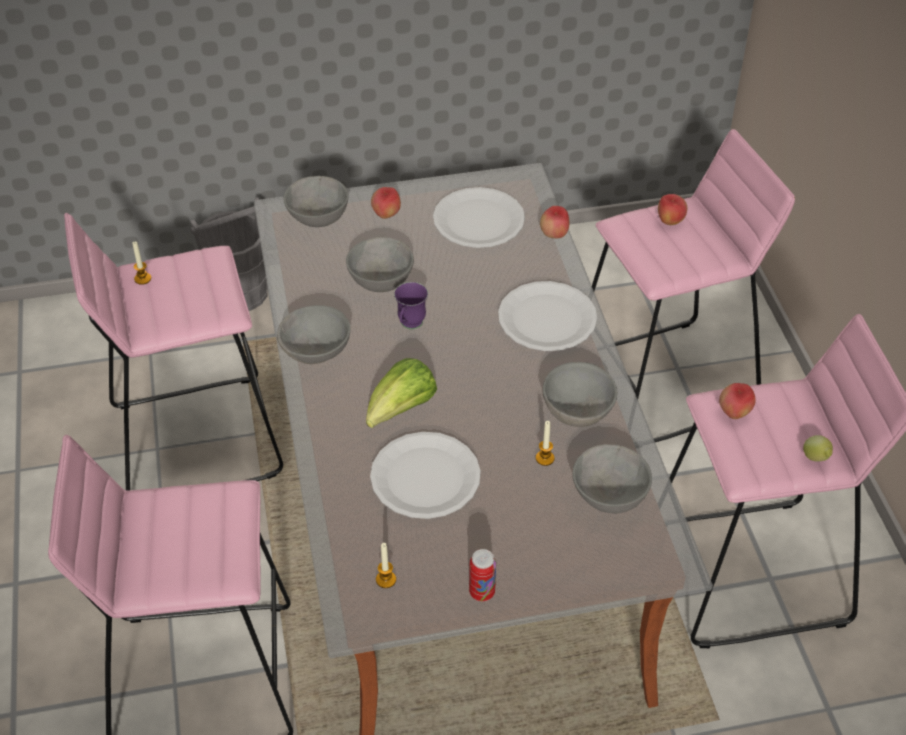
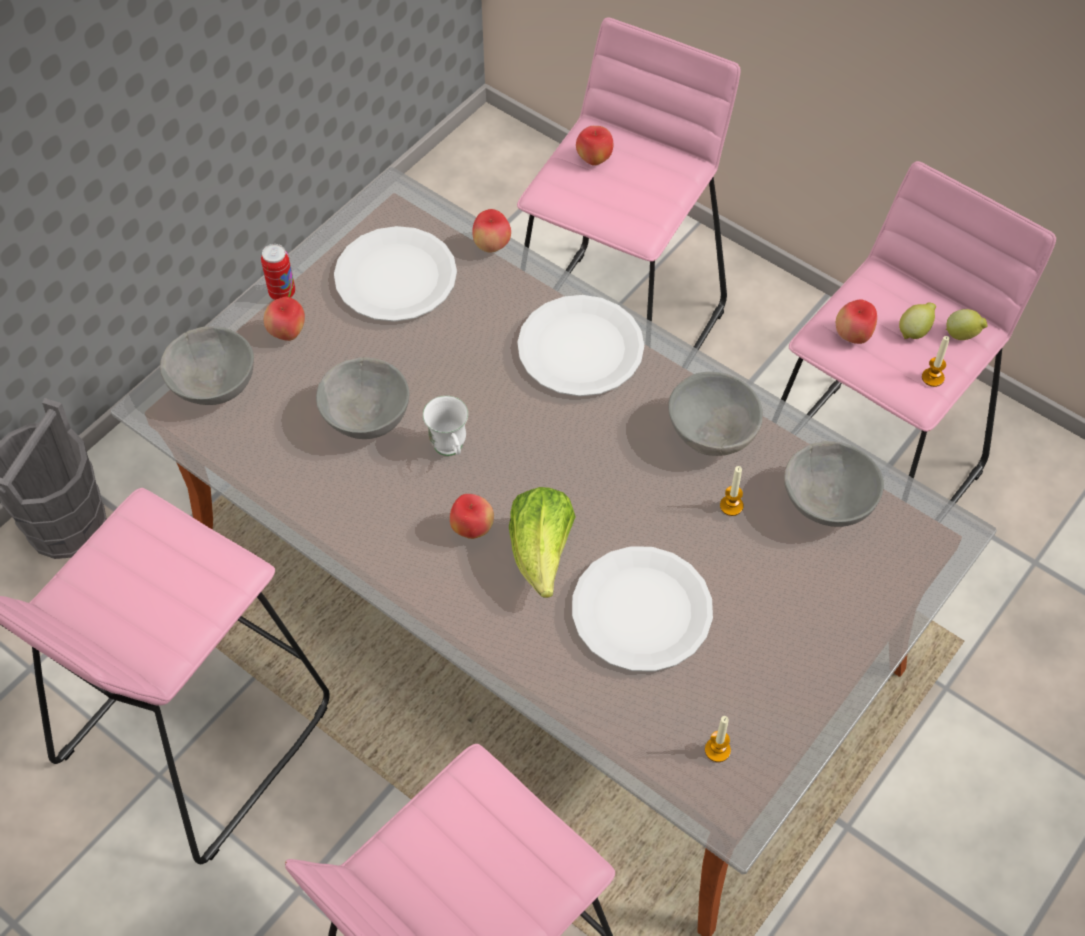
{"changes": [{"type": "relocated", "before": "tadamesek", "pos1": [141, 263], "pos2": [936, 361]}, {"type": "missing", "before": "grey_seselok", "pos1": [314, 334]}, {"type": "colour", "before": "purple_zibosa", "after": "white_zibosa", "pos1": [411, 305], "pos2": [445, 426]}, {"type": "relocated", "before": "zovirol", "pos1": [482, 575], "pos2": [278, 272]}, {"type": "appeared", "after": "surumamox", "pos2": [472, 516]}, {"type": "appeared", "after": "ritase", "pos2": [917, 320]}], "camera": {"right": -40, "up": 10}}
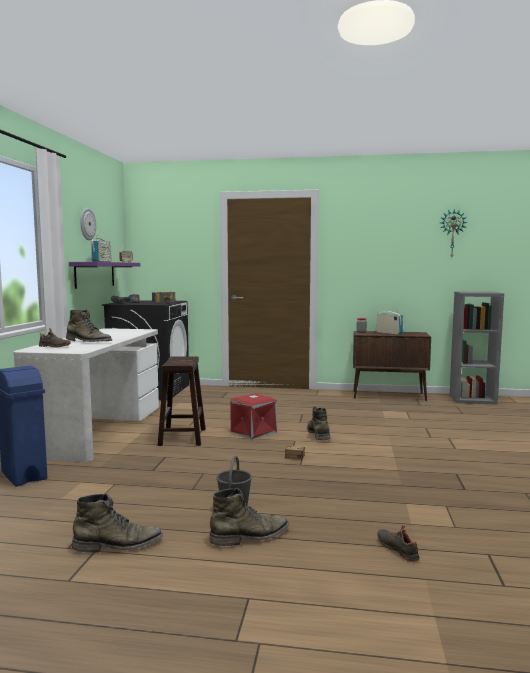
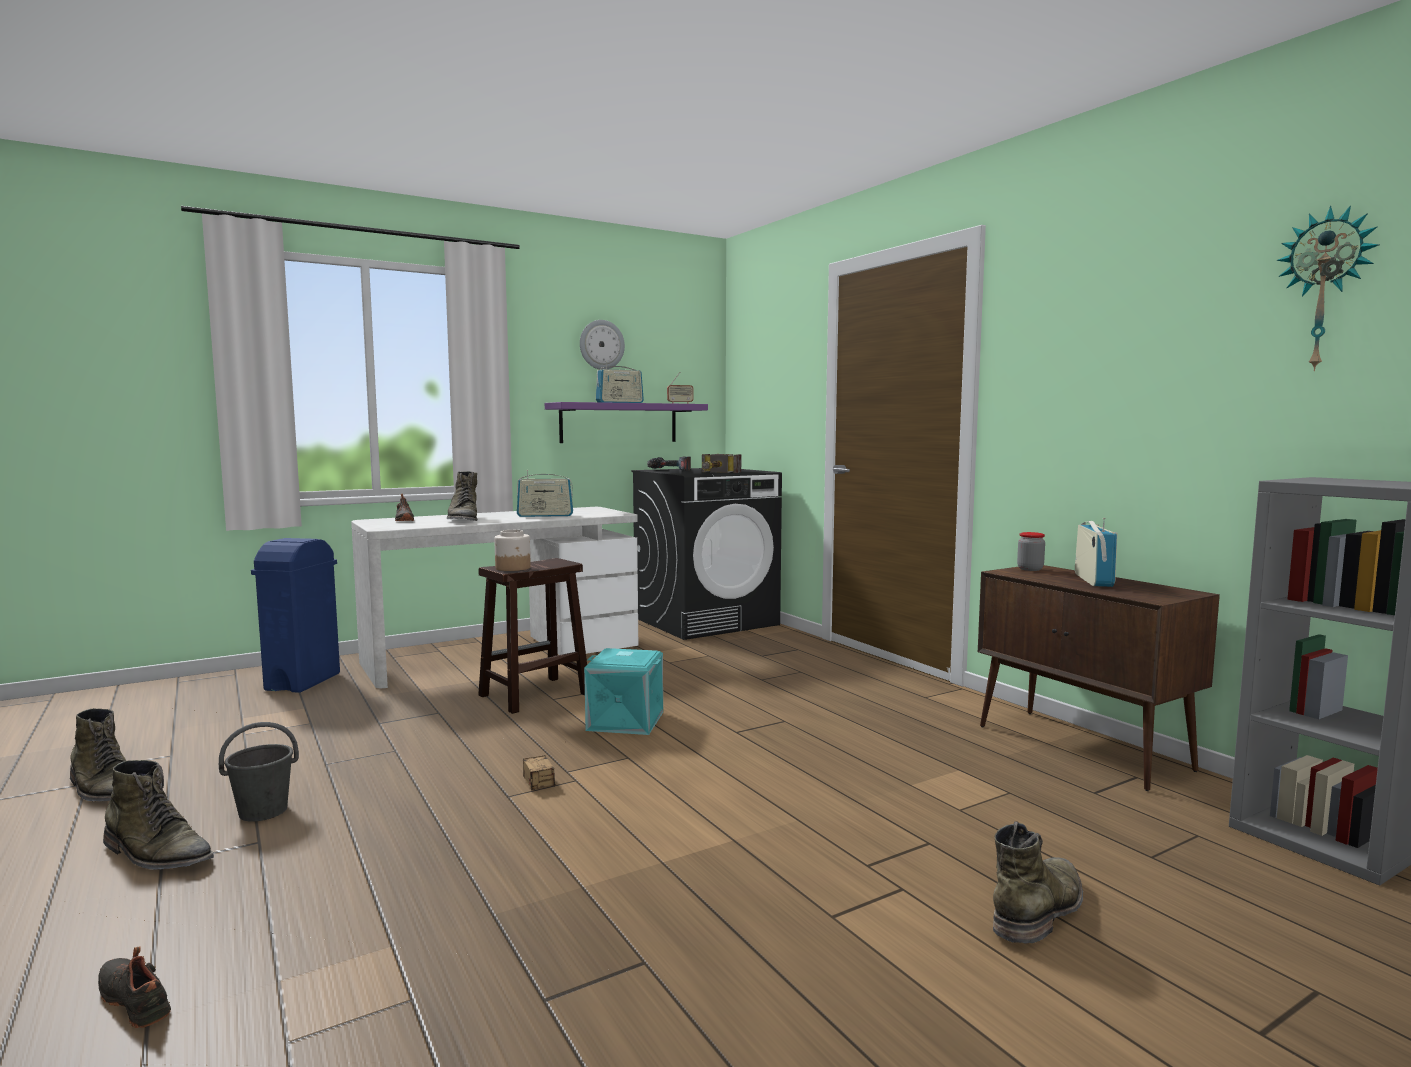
{"changes": [{"type": "colour", "before": "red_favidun", "after": "turquoise_favidun", "pos1": [253, 417], "pos2": [623, 691]}, {"type": "relocated", "before": "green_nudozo", "pos1": [318, 423], "pos2": [1038, 882]}, {"type": "spun", "before": "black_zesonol", "pos1": [398, 543], "pos2": [134, 987], "turn": -75}, {"type": "appeared", "after": "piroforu", "pos2": [512, 550]}, {"type": "appeared", "after": "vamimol", "pos2": [545, 493]}], "camera": {"right": 50, "up": 0}}
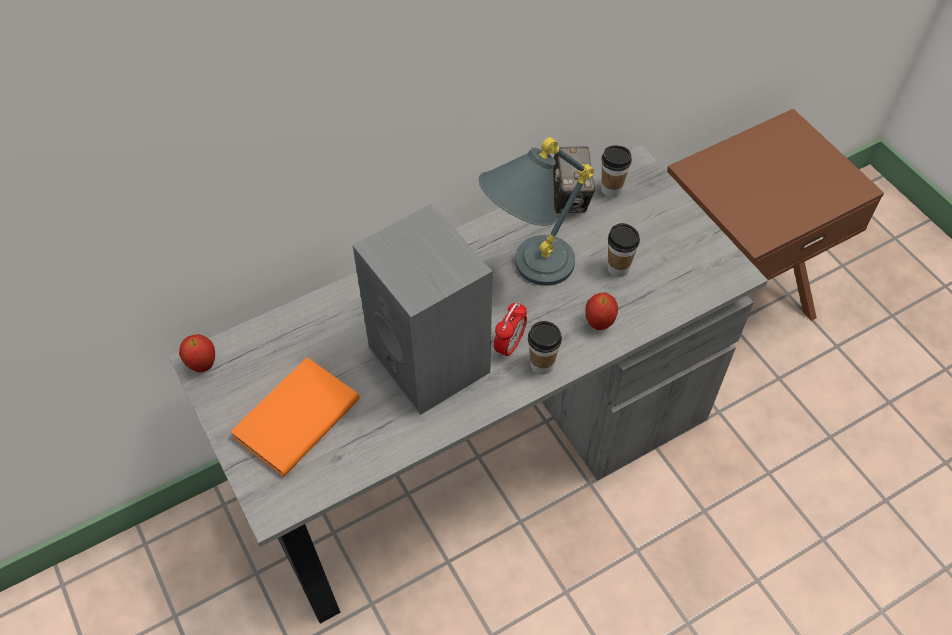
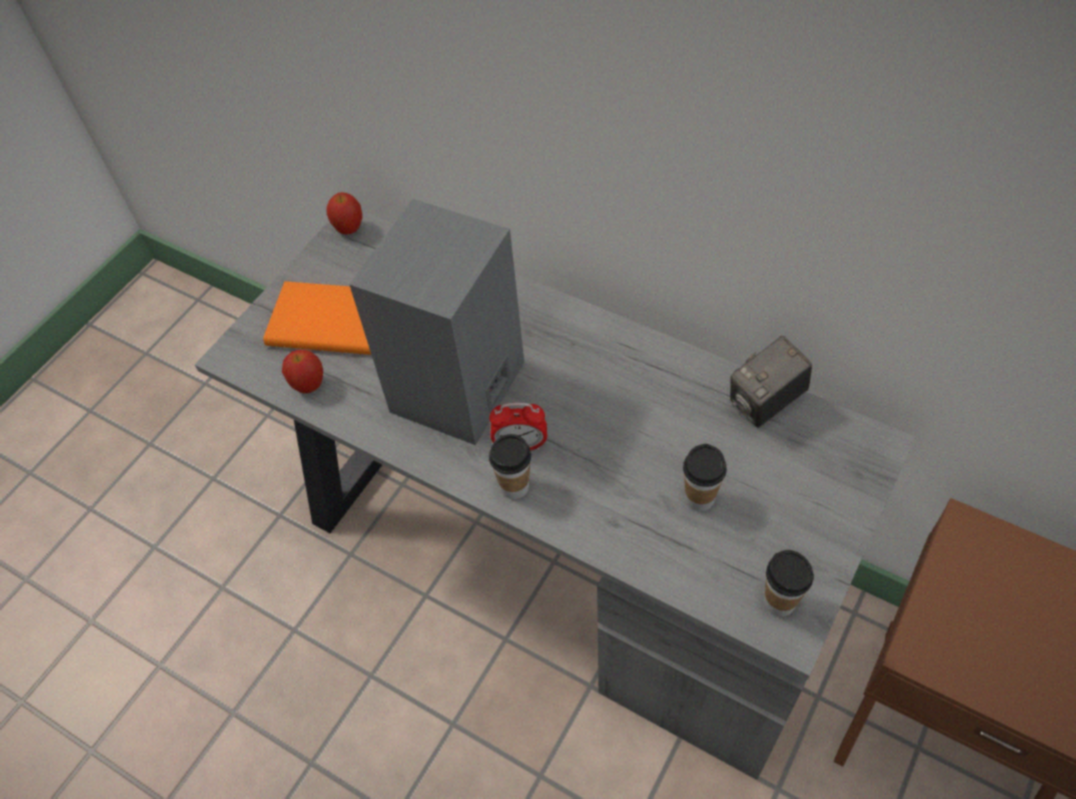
{"changes": [{"type": "missing", "before": "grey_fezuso", "pos1": [536, 211]}, {"type": "relocated", "before": "surumamox", "pos1": [601, 311], "pos2": [302, 371]}, {"type": "relocated", "before": "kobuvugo", "pos1": [616, 171], "pos2": [789, 583]}], "camera": {"right": 65, "up": 0}}
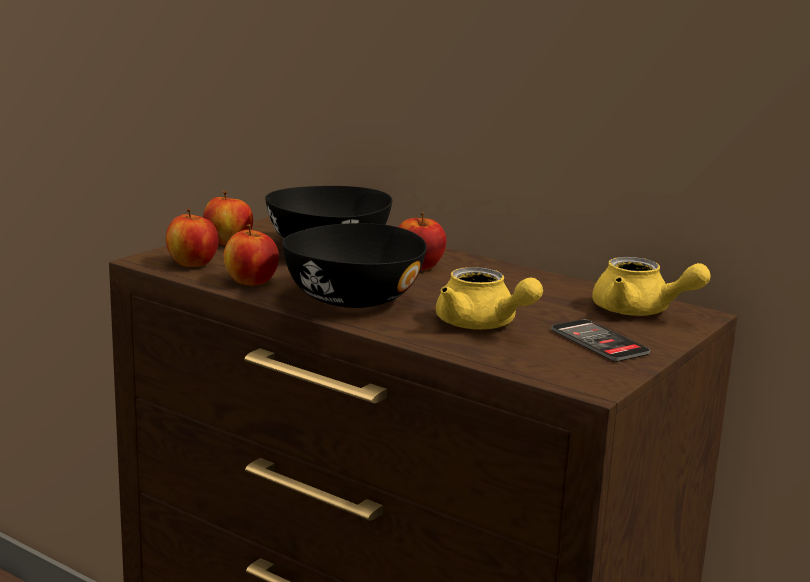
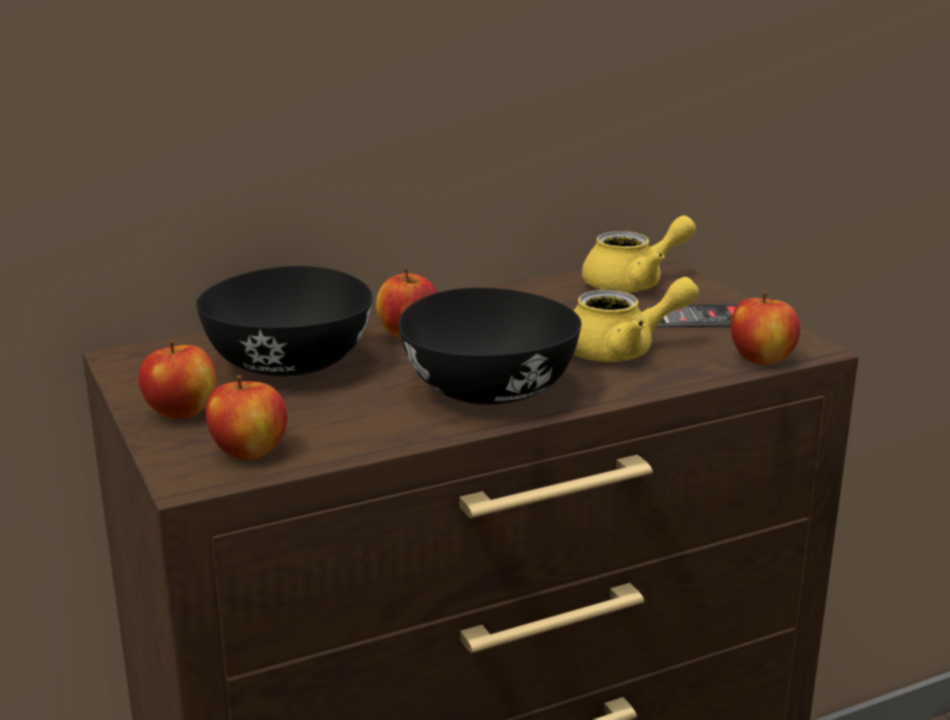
{"changes": [{"type": "relocated", "before": "surumamox", "pos1": [251, 255], "pos2": [765, 328]}], "camera": {"right": -60, "up": 5}}
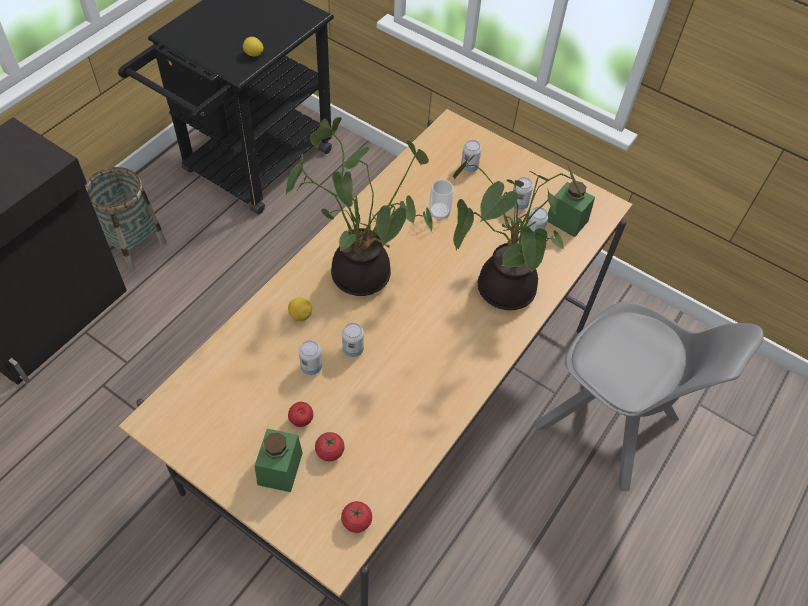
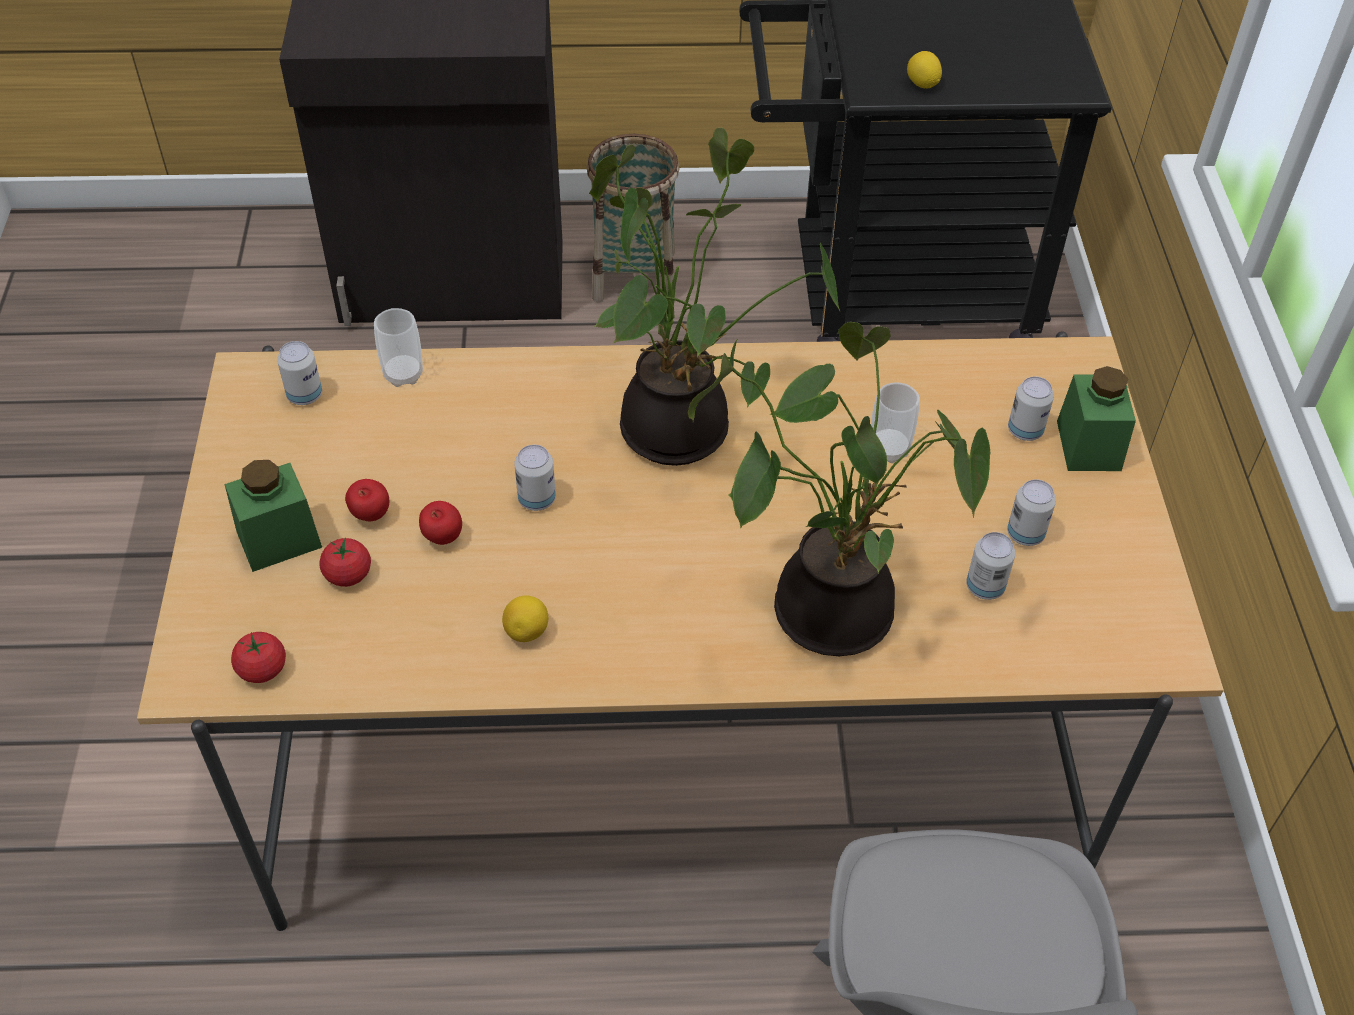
{"changes": [{"type": "relocated", "before": "ritase", "pos1": [300, 309], "pos2": [525, 619]}, {"type": "relocated", "before": "zovirol", "pos1": [310, 357], "pos2": [299, 373]}, {"type": "relocated", "before": "green_piroforu", "pos1": [571, 209], "pos2": [1096, 418]}, {"type": "appeared", "after": "kobuvugo", "pos2": [398, 347]}, {"type": "appeared", "after": "surumamox", "pos2": [440, 523]}], "camera": {"right": 55, "up": -5}}
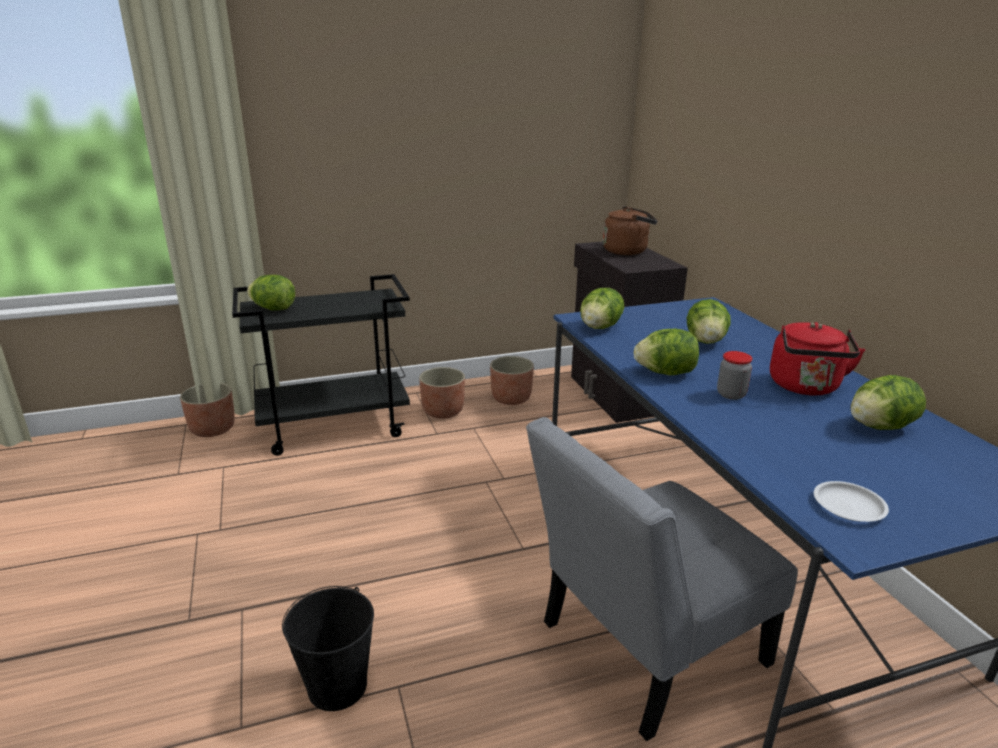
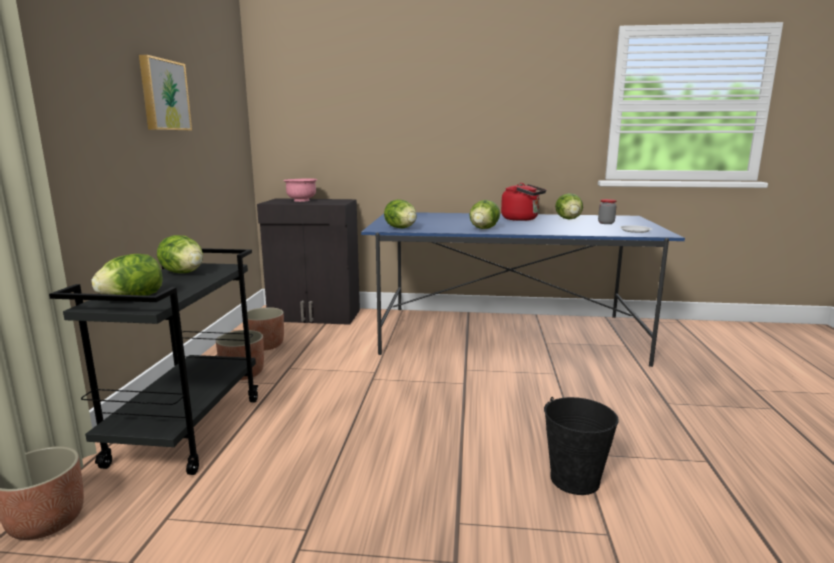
{"changes": [{"type": "missing", "before": "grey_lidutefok", "pos1": [662, 579]}, {"type": "exchanged", "before": "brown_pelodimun", "after": "pink_seselok", "pos1": [630, 230], "pos2": [300, 190]}, {"type": "relocated", "before": "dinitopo", "pos1": [709, 321], "pos2": [180, 254]}, {"type": "relocated", "before": "piroforu", "pos1": [734, 375], "pos2": [607, 211]}, {"type": "appeared", "after": "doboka", "pos2": [165, 93]}], "camera": {"right": -65, "up": -10}}
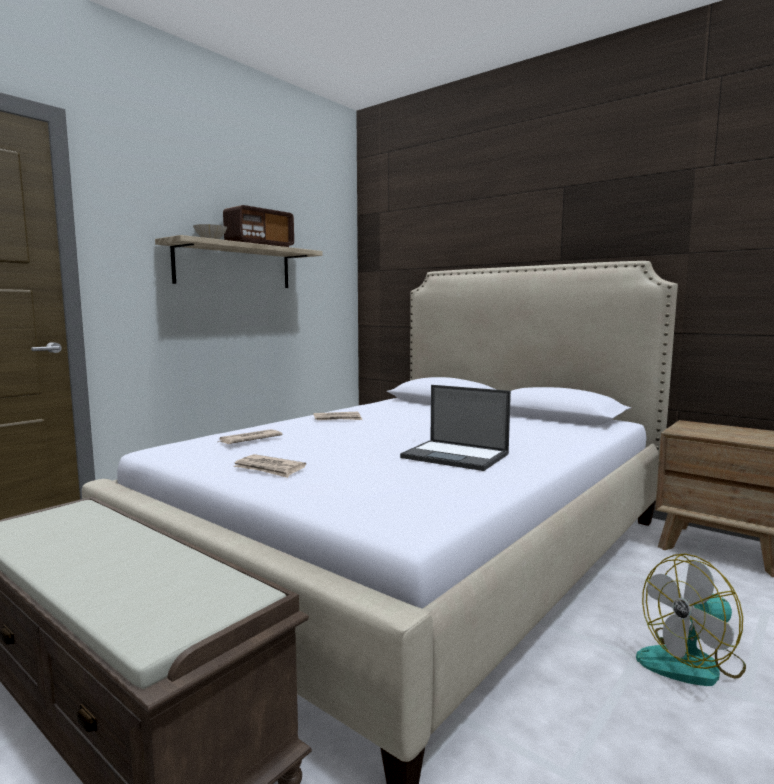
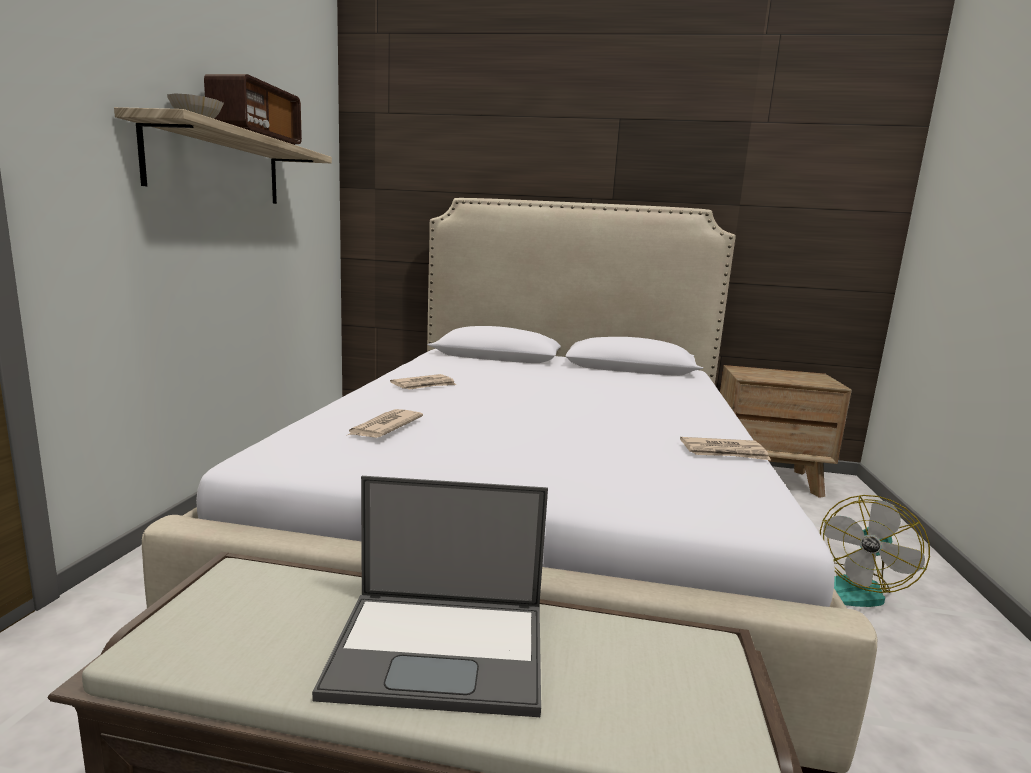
{"changes": [{"type": "relocated", "before": "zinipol", "pos1": [269, 466], "pos2": [725, 448]}, {"type": "relocated", "before": "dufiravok", "pos1": [455, 428], "pos2": [430, 596]}], "camera": {"right": -30, "up": 5}}
